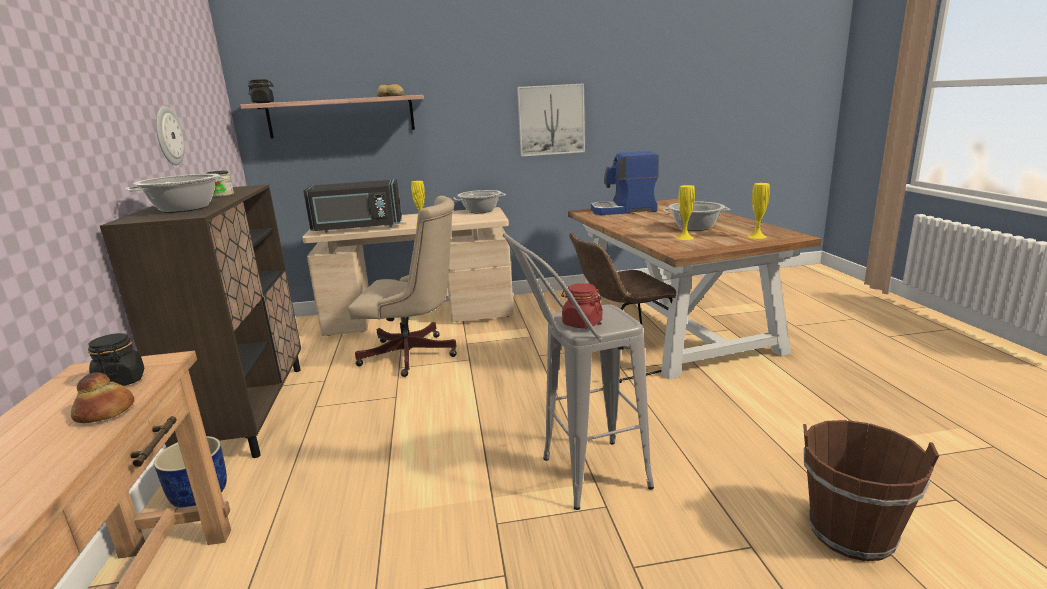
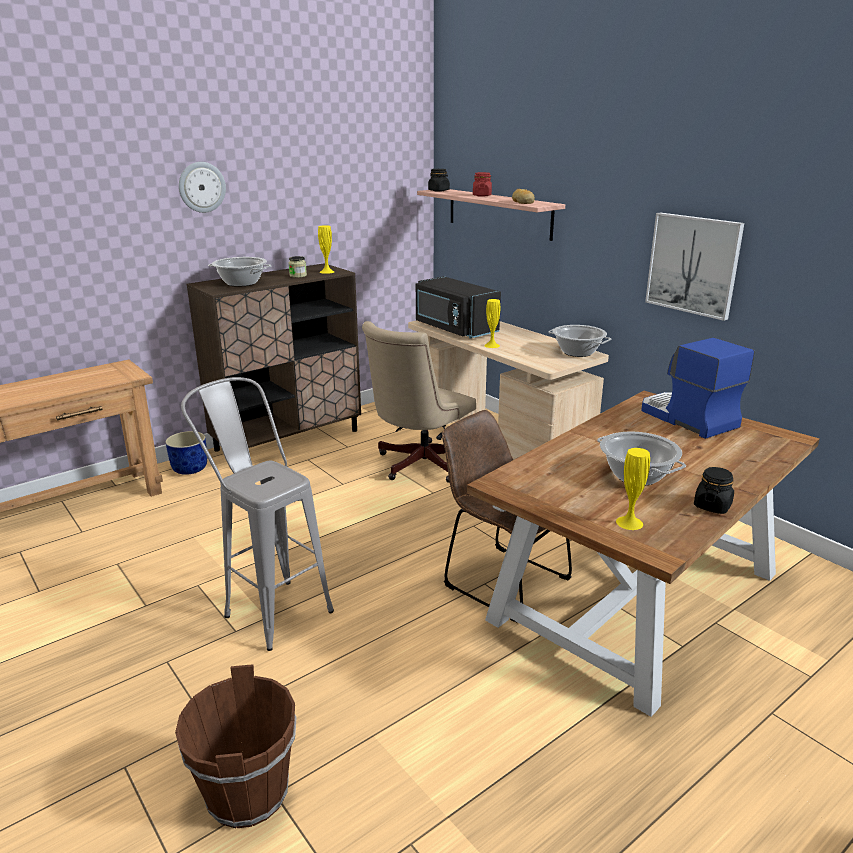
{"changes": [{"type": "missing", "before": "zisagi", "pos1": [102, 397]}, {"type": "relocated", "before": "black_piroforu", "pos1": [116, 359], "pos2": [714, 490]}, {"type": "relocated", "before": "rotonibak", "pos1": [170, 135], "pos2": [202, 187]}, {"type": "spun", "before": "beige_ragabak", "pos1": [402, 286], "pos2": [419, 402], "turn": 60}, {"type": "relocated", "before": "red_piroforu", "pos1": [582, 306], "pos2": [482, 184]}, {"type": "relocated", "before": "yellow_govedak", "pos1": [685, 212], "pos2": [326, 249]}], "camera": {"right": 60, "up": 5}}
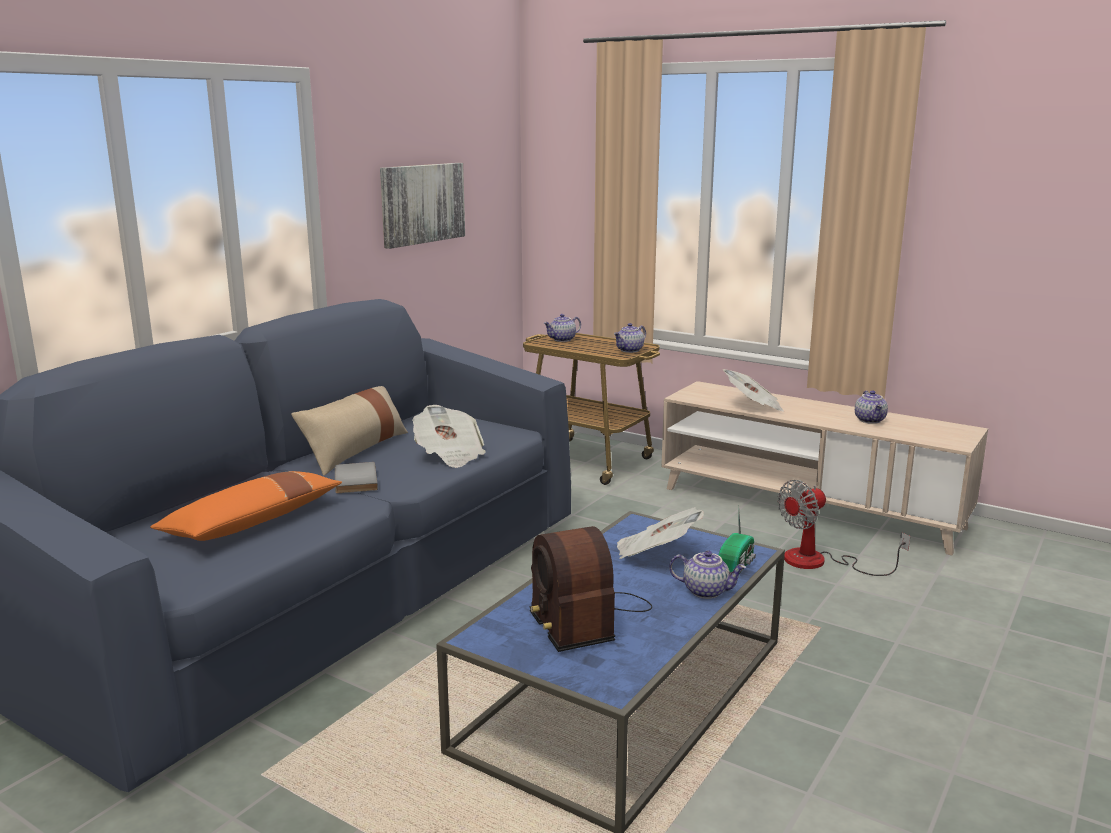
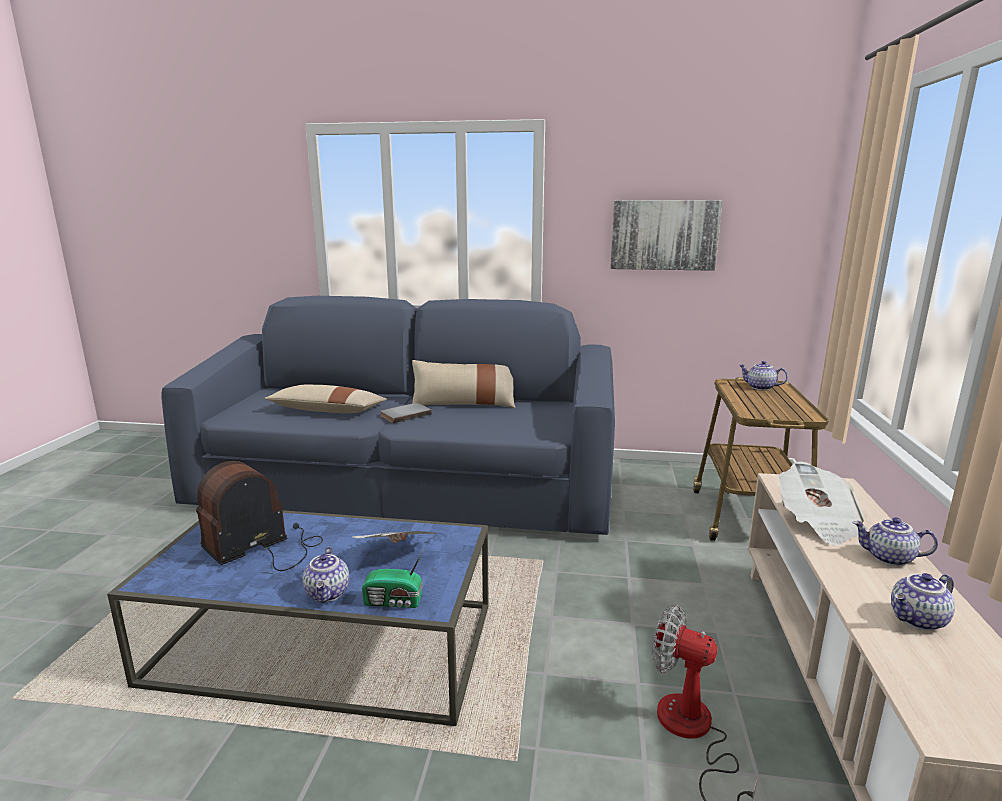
{"changes": [{"type": "colour", "before": "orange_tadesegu", "after": "beige_tadesegu", "pos1": [246, 506], "pos2": [325, 399]}, {"type": "missing", "before": "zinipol", "pos1": [449, 436]}, {"type": "relocated", "before": "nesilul", "pos1": [630, 338], "pos2": [895, 541]}], "camera": {"right": 65, "up": 0}}
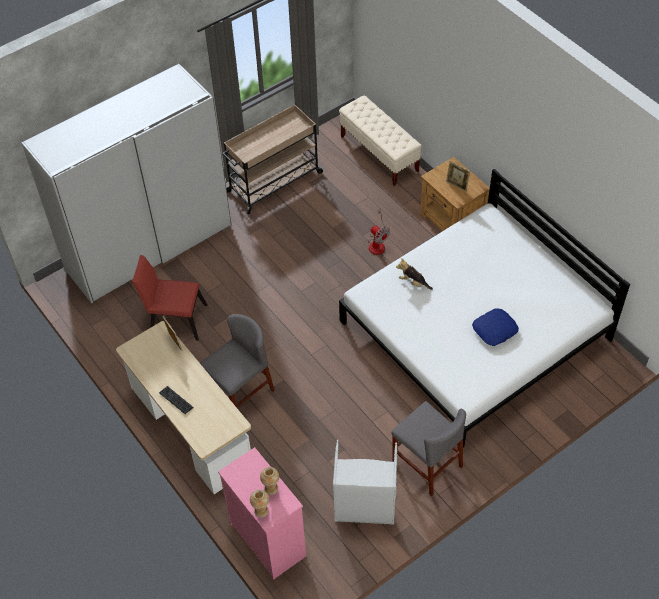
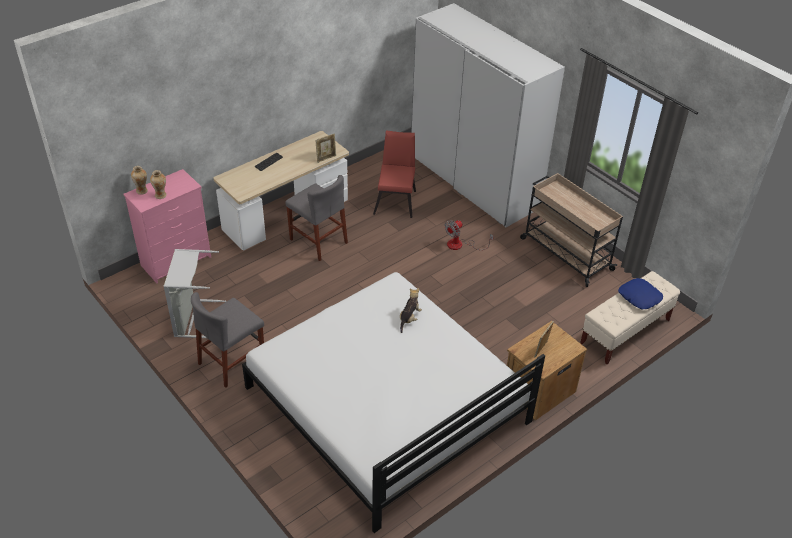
{"changes": [{"type": "relocated", "before": "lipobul", "pos1": [379, 231], "pos2": [469, 235]}, {"type": "relocated", "before": "blue_tadesegu", "pos1": [495, 327], "pos2": [640, 293]}], "camera": {"right": 85, "up": -10}}
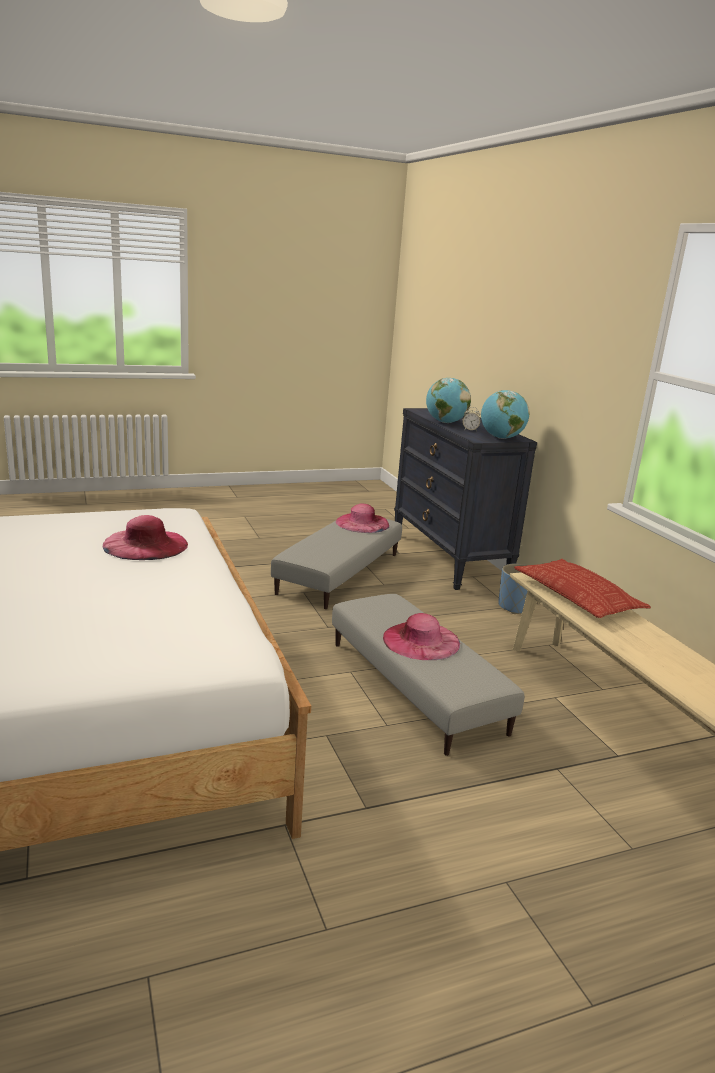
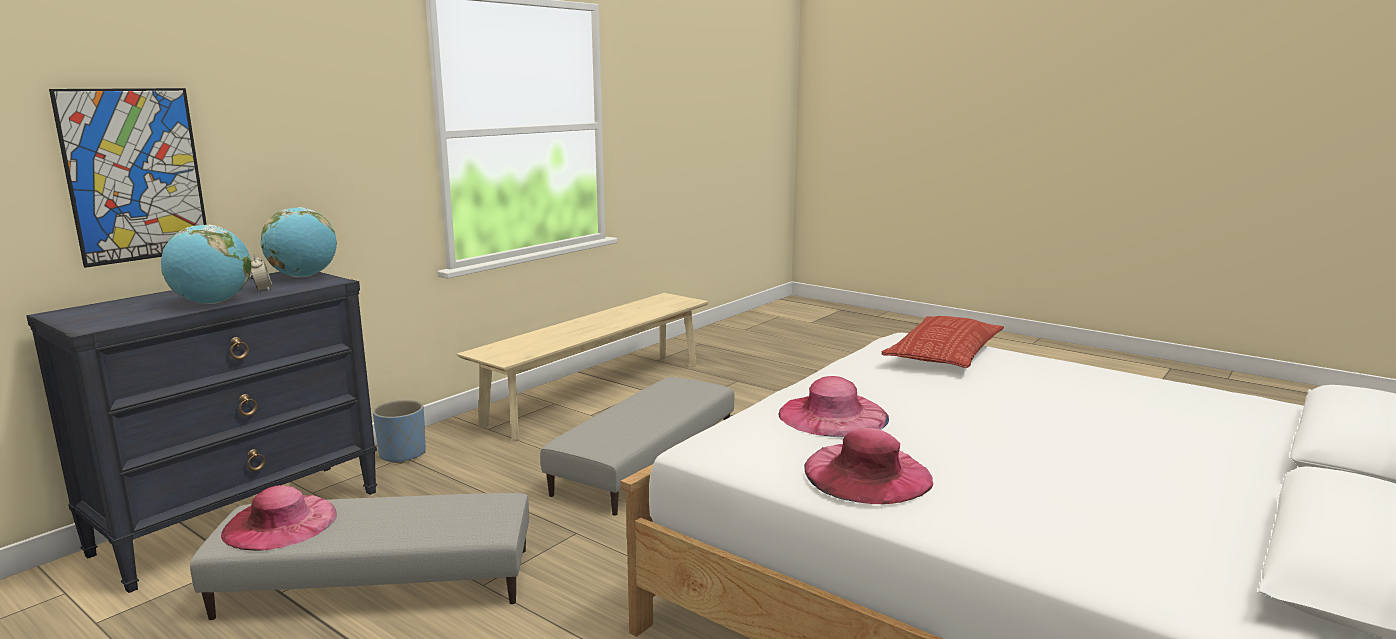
{"changes": [{"type": "relocated", "before": "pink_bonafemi", "pos1": [421, 636], "pos2": [868, 466]}, {"type": "relocated", "before": "tadesegu", "pos1": [582, 588], "pos2": [942, 342]}, {"type": "appeared", "after": "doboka", "pos2": [128, 178]}], "camera": {"right": -120, "up": -5}}
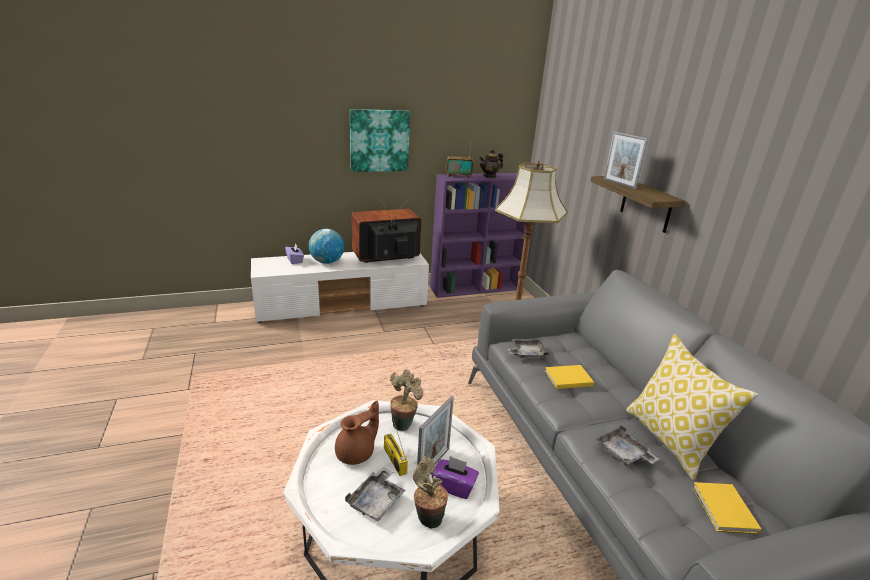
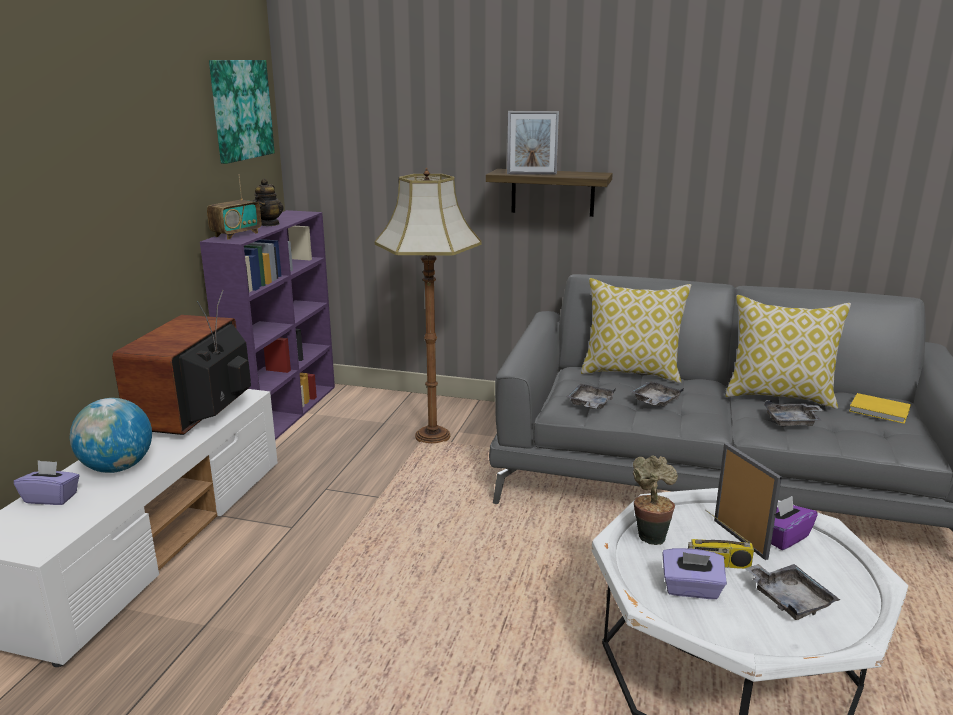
{"changes": [{"type": "exchanged", "before": "brown_nesilul", "after": "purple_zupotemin", "pos1": [357, 432], "pos2": [694, 573]}, {"type": "relocated", "before": "doboka", "pos1": [380, 140], "pos2": [242, 112]}, {"type": "missing", "before": "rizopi", "pos1": [430, 492]}, {"type": "exchanged", "before": "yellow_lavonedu", "after": "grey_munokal", "pos1": [569, 377], "pos2": [657, 393]}, {"type": "appeared", "after": "tadesegu", "pos2": [636, 330]}], "camera": {"right": -55, "up": -5}}
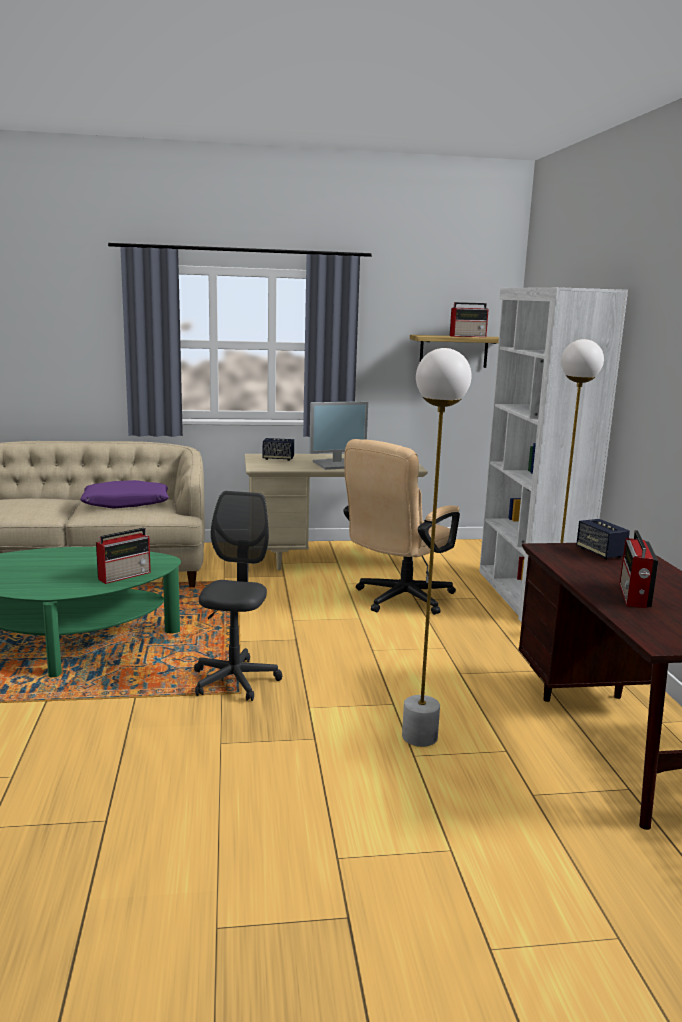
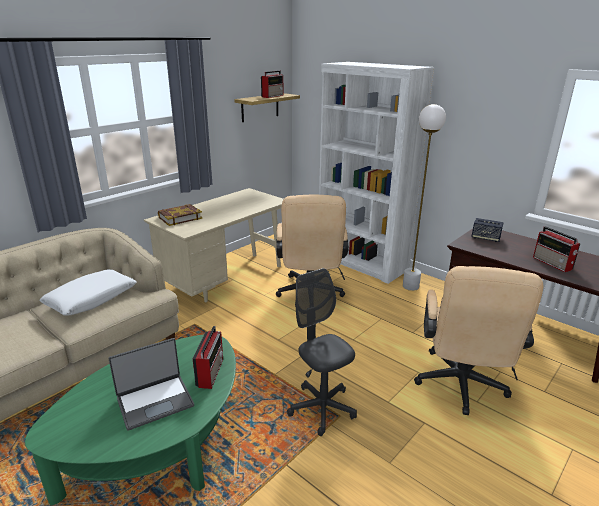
{"changes": [{"type": "colour", "before": "purple_tadesegu", "after": "white_tadesegu", "pos1": [124, 494], "pos2": [88, 292]}, {"type": "exchanged", "before": "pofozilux", "after": "lavonedu", "pos1": [278, 449], "pos2": [180, 215]}, {"type": "missing", "before": "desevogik", "pos1": [338, 435]}, {"type": "exchanged", "before": "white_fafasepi", "after": "beige_ragabak", "pos1": [437, 547], "pos2": [479, 340]}, {"type": "appeared", "after": "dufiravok", "pos2": [151, 384]}], "camera": {"right": -40, "up": 10}}
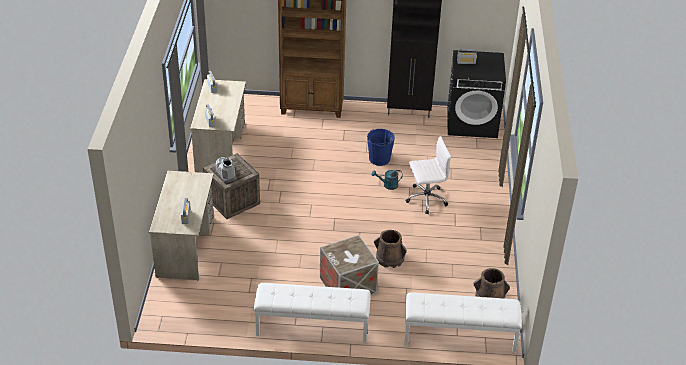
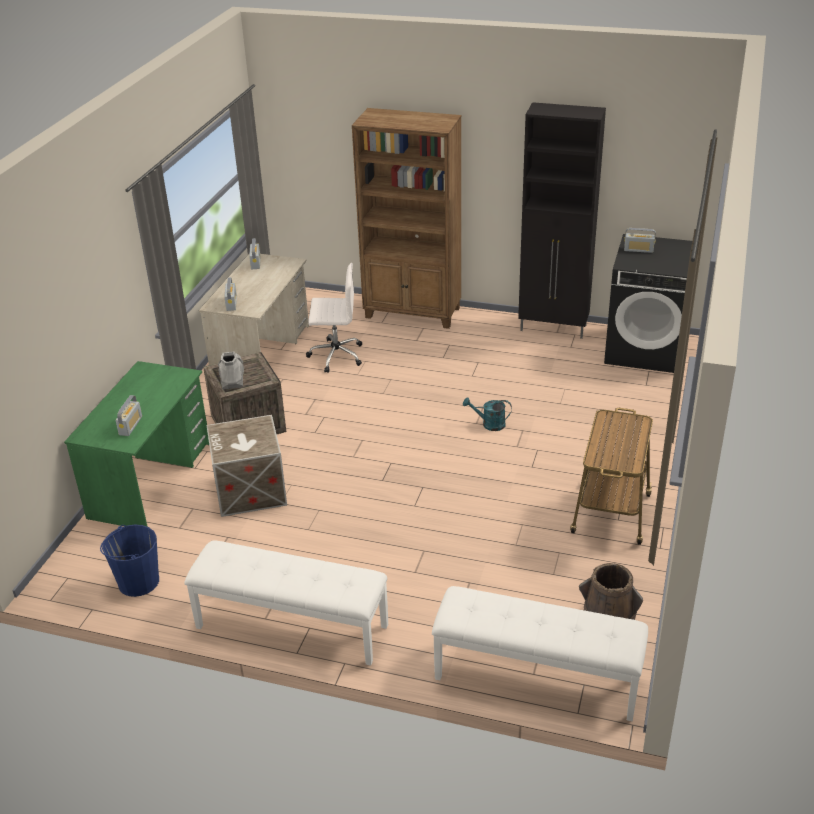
{"changes": [{"type": "colour", "before": "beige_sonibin", "after": "green_sonibin", "pos1": [181, 225], "pos2": [136, 444]}, {"type": "relocated", "before": "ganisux", "pos1": [349, 265], "pos2": [247, 466]}, {"type": "relocated", "before": "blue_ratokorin", "pos1": [381, 147], "pos2": [129, 561]}, {"type": "missing", "before": "brown_ratokorin", "pos1": [390, 249]}, {"type": "relocated", "before": "white_ragabak", "pos1": [428, 175], "pos2": [334, 318]}, {"type": "appeared", "after": "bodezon", "pos2": [611, 476]}], "camera": {"right": 15, "up": -5}}
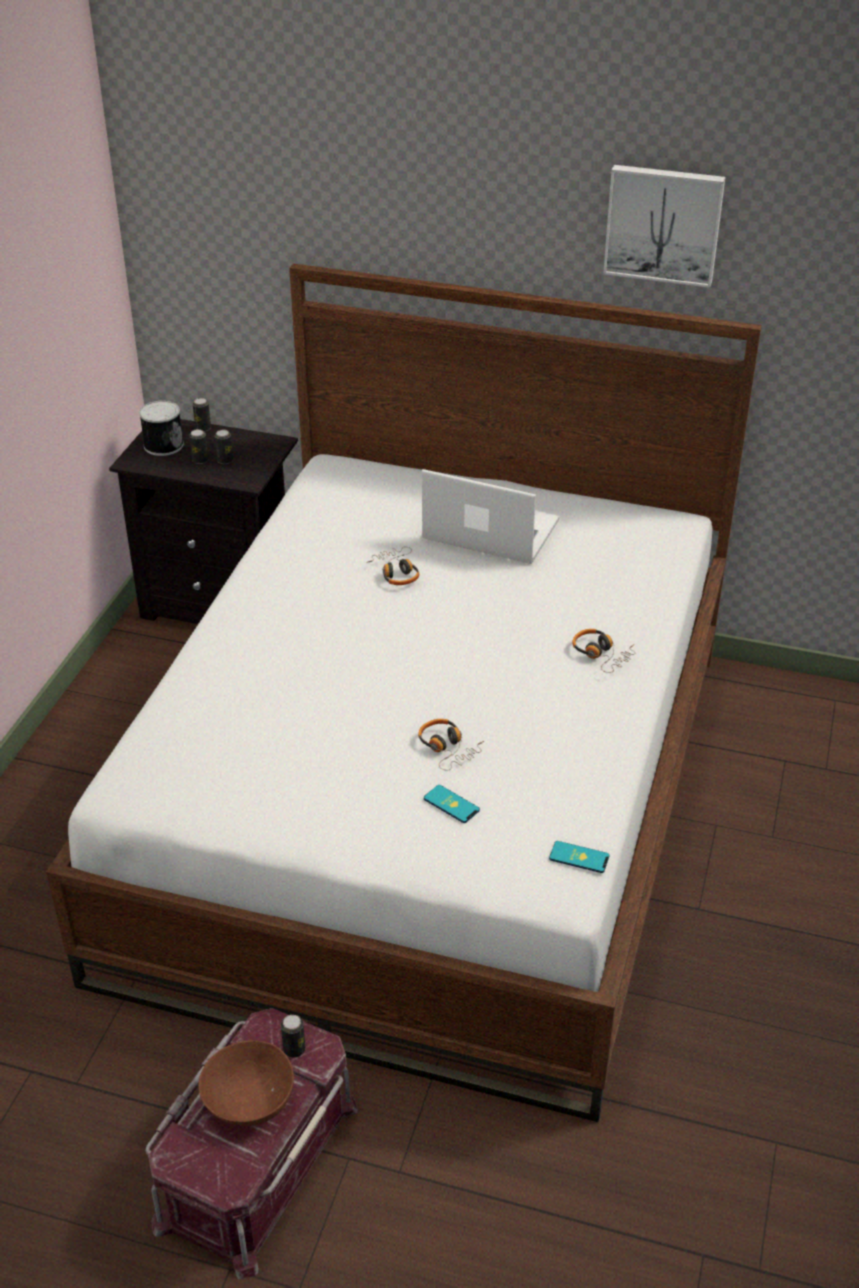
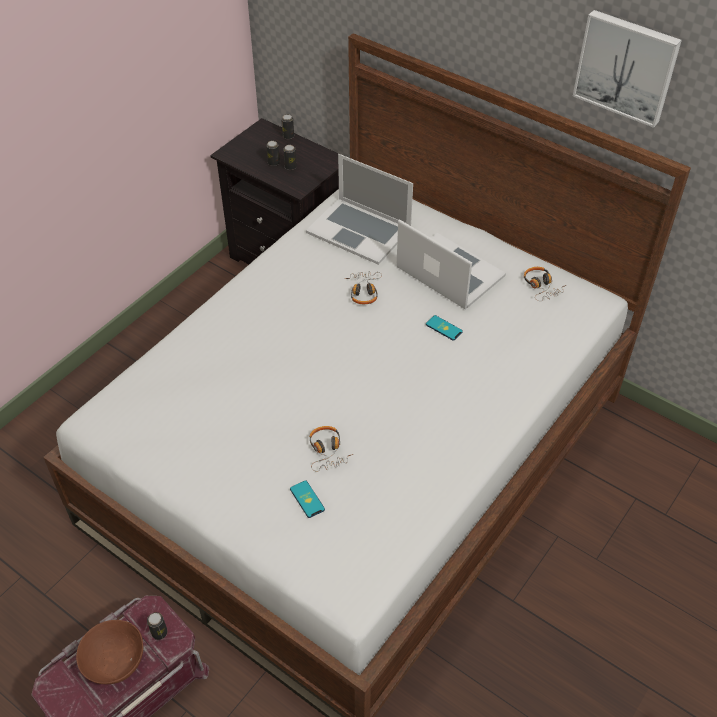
{"changes": [{"type": "missing", "before": "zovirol", "pos1": [161, 428]}, {"type": "relocated", "before": "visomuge", "pos1": [579, 857], "pos2": [444, 328]}, {"type": "relocated", "before": "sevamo", "pos1": [603, 651], "pos2": [545, 284]}, {"type": "appeared", "after": "dufiravok", "pos2": [359, 209]}], "camera": {"right": 20, "up": 10}}
